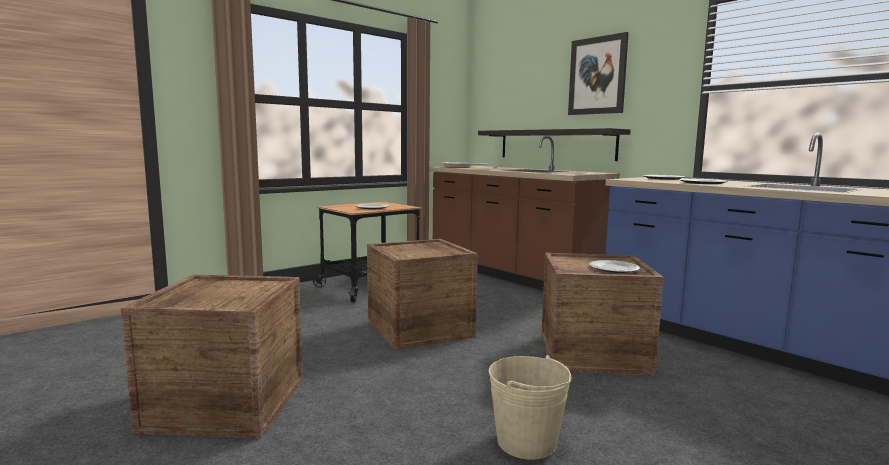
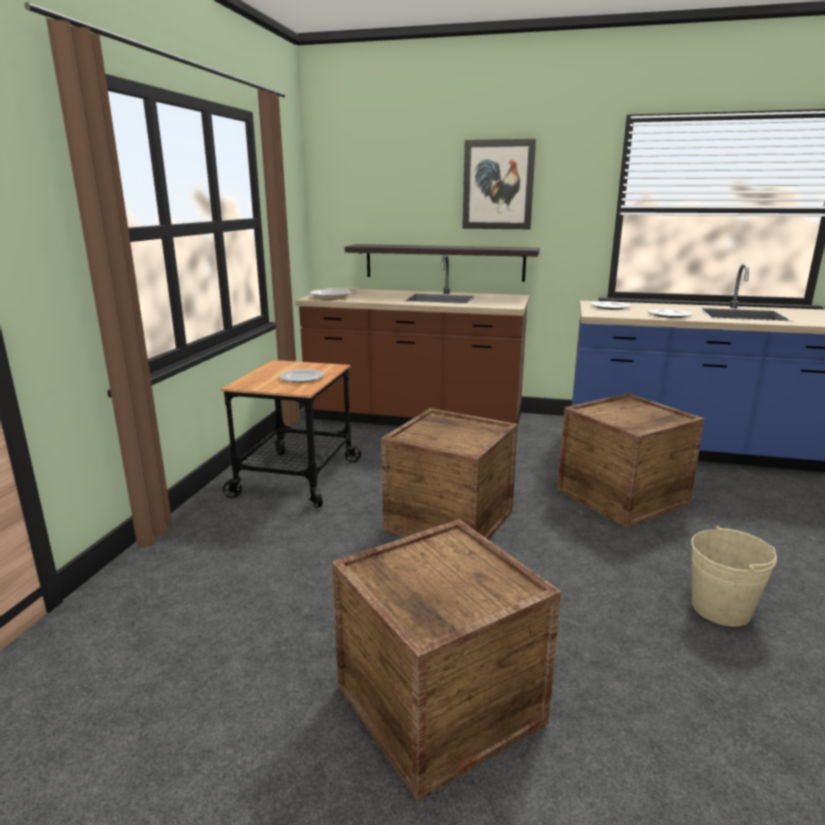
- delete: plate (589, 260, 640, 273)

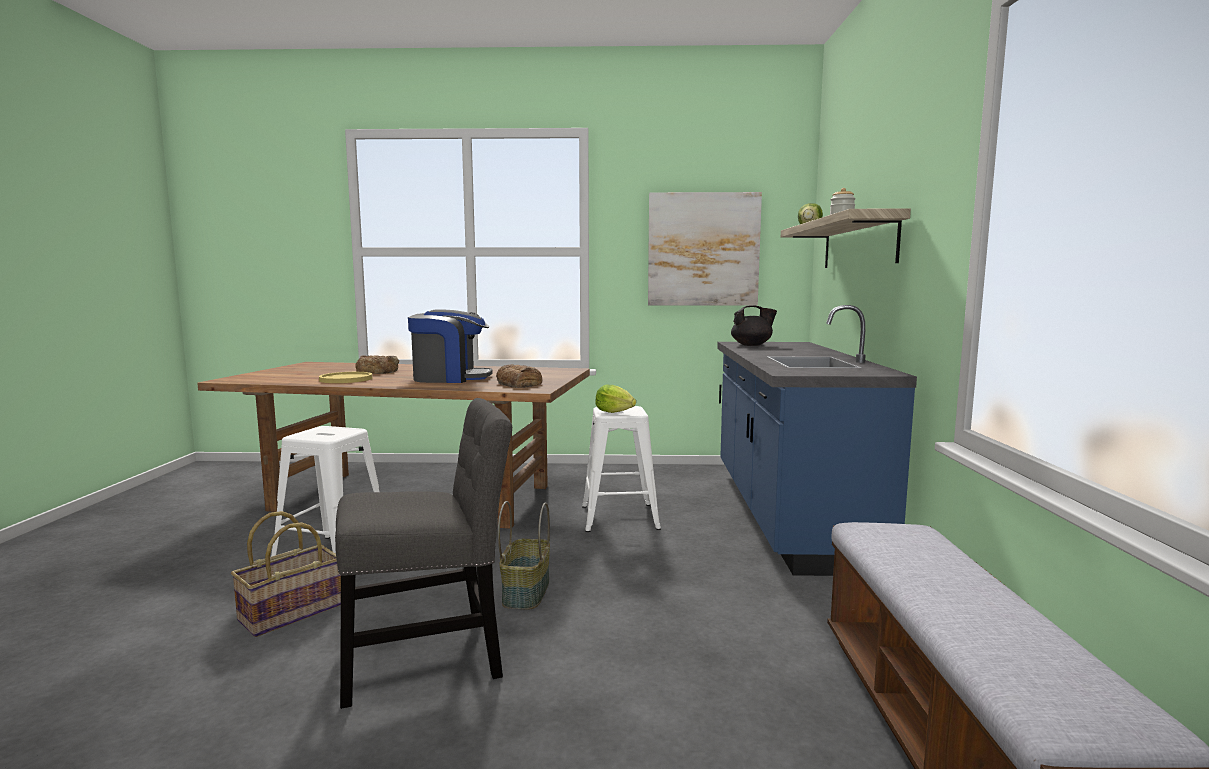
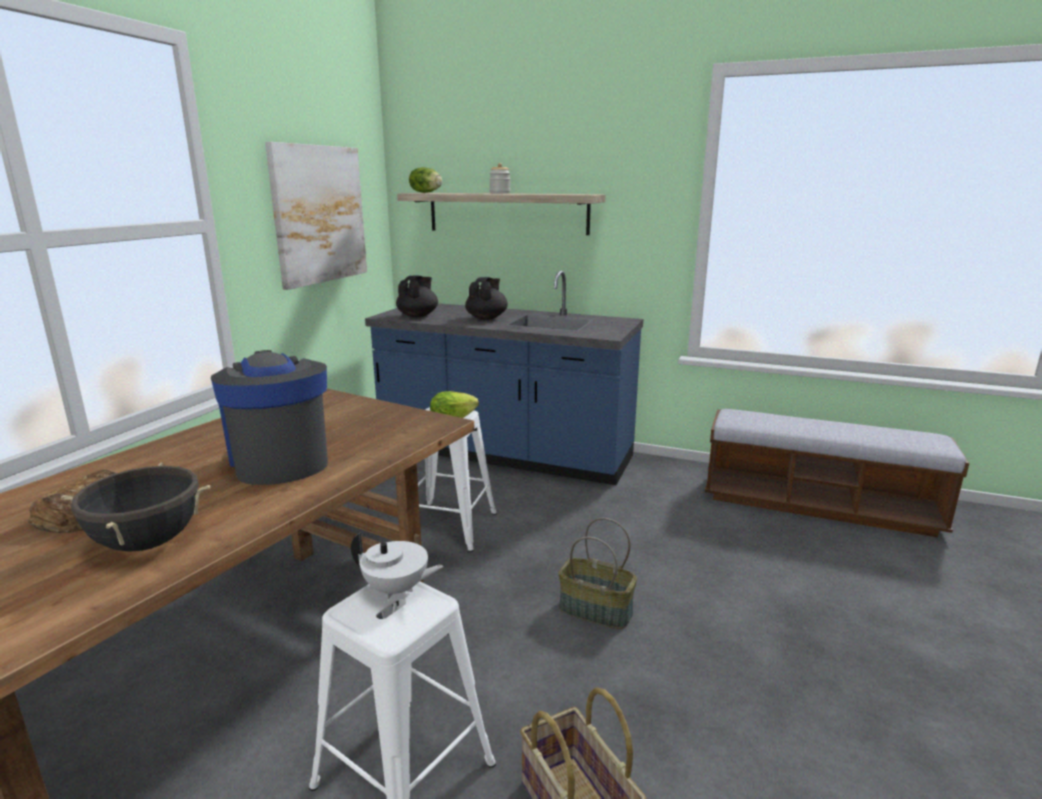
- rotate: coffee machine (408, 309, 493, 383) = (211, 350, 328, 485) 45 degrees counterclockwise
- delete: bread (496, 364, 542, 388)
- replace: yellow plate (319, 372, 372, 383) to black cooking pot (61, 462, 211, 551)
- delete: grey chair (335, 398, 512, 709)
- insert: black teapot (465, 277, 508, 320)
- insert: white teapot (351, 532, 443, 599)

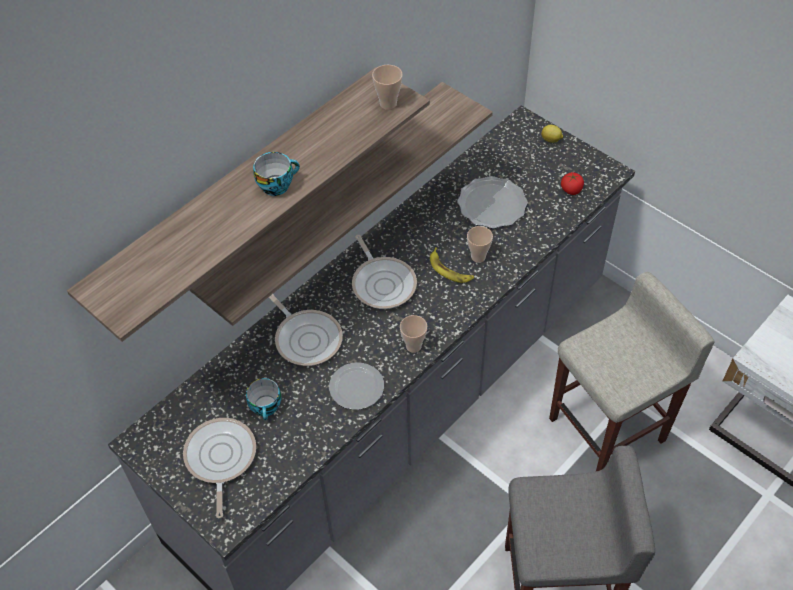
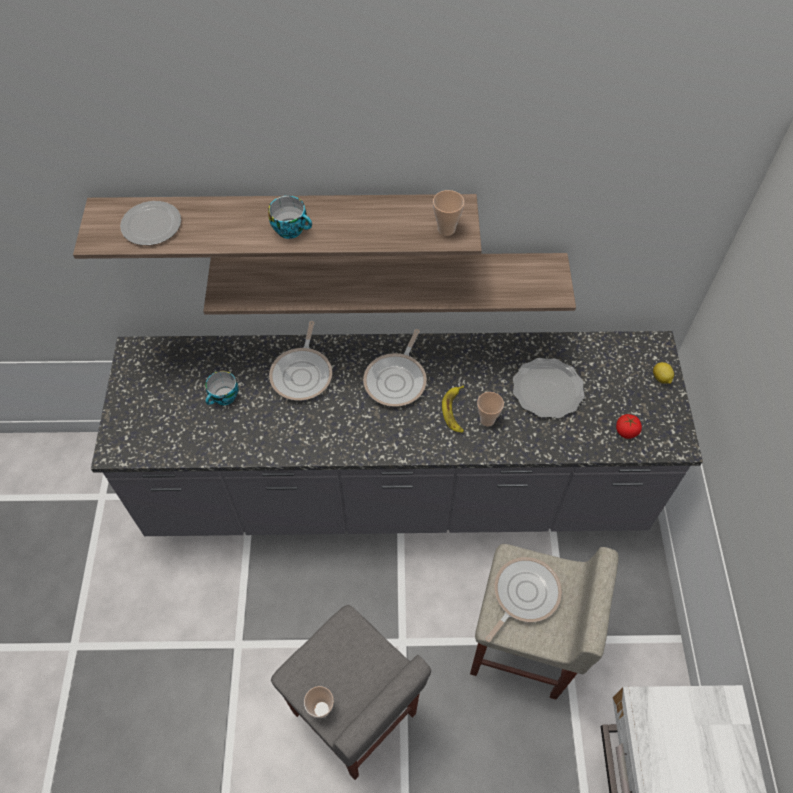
- move: cup (400, 315, 427, 353) to (304, 686, 334, 718)
- move: plate (329, 363, 384, 410) to (120, 201, 181, 245)
- move: frying pan (183, 418, 256, 519) to (485, 557, 562, 642)

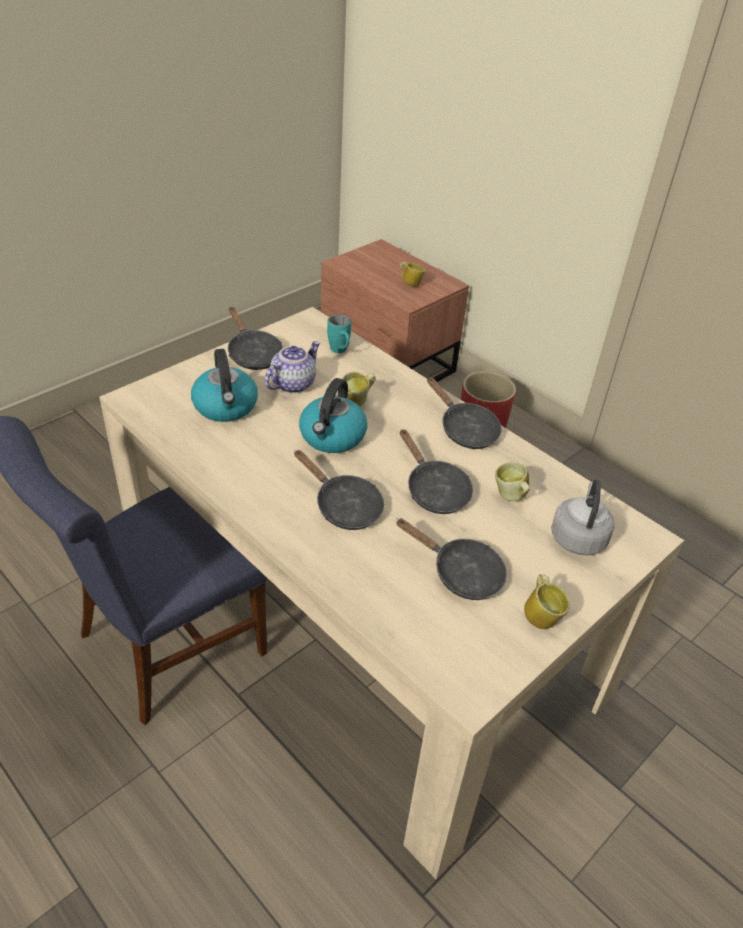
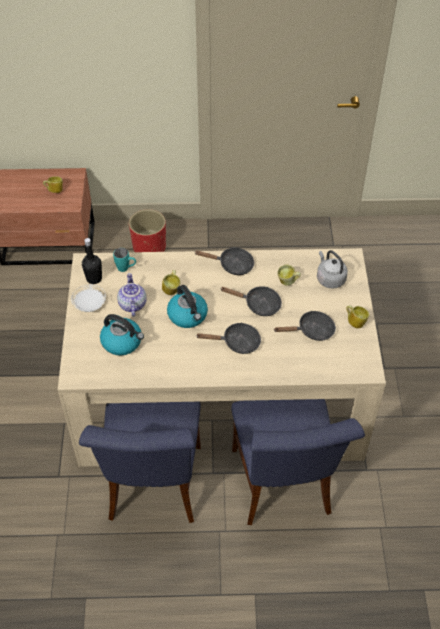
- replace: black frying pan (228, 307, 283, 370) to white plate (71, 284, 106, 312)
- insert: black bottle (82, 238, 102, 284)
- insert: blue chair (231, 399, 365, 525)

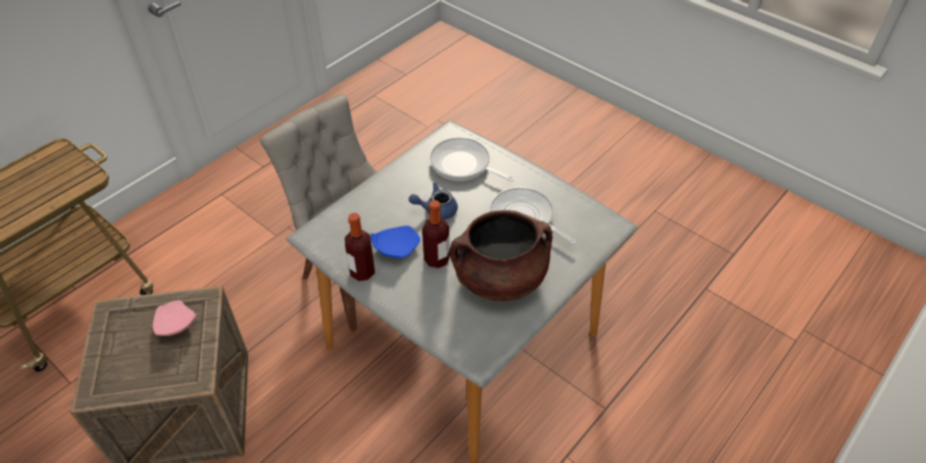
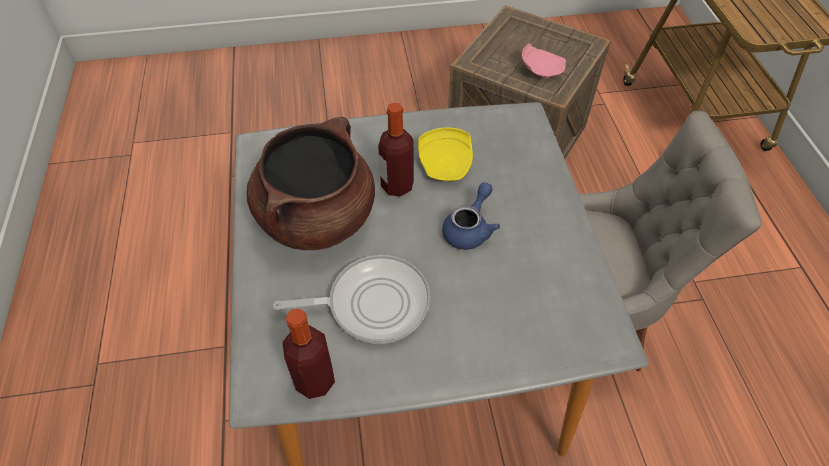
- delete: frying pan (430, 137, 514, 181)
- move: bottle (345, 213, 375, 281) to (283, 308, 335, 399)
- recolor: blue plate (370, 226, 420, 258) to yellow plate (418, 127, 473, 181)

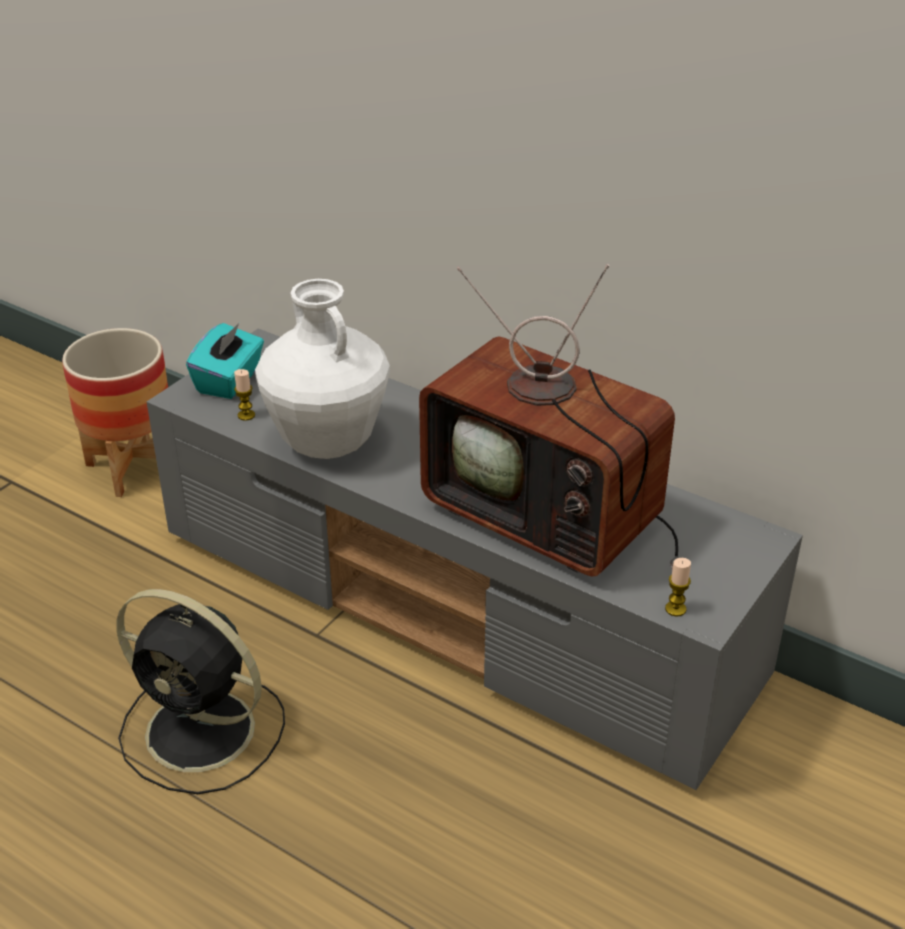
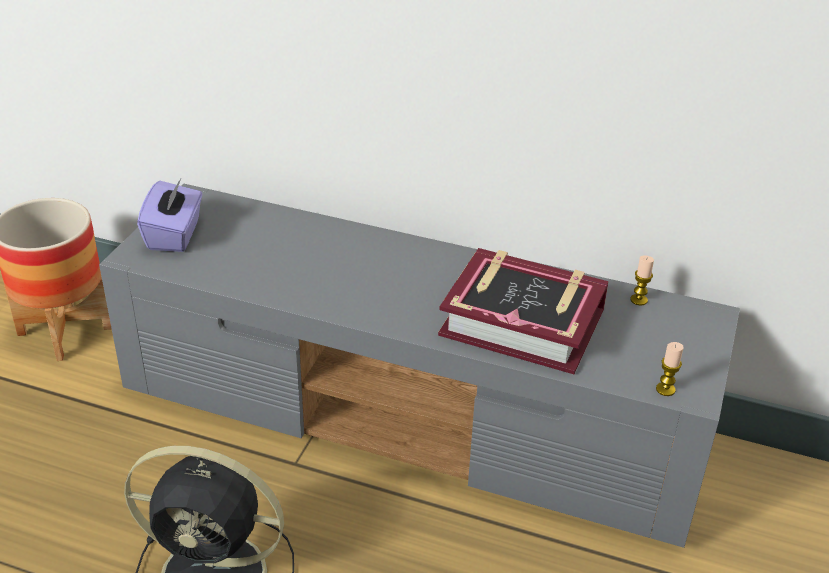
- replace: television (419, 264, 678, 577) to book (438, 248, 609, 374)
- delete: white vase (255, 279, 390, 459)
- recolor: turquoise tissue box (186, 322, 264, 399) to purple tissue box (137, 179, 203, 252)
- move: candle (234, 369, 255, 421) to (630, 255, 654, 306)

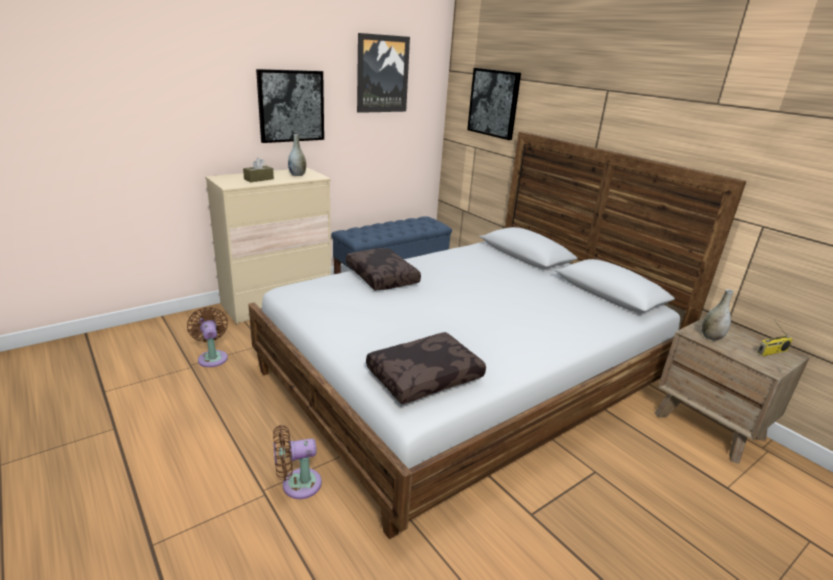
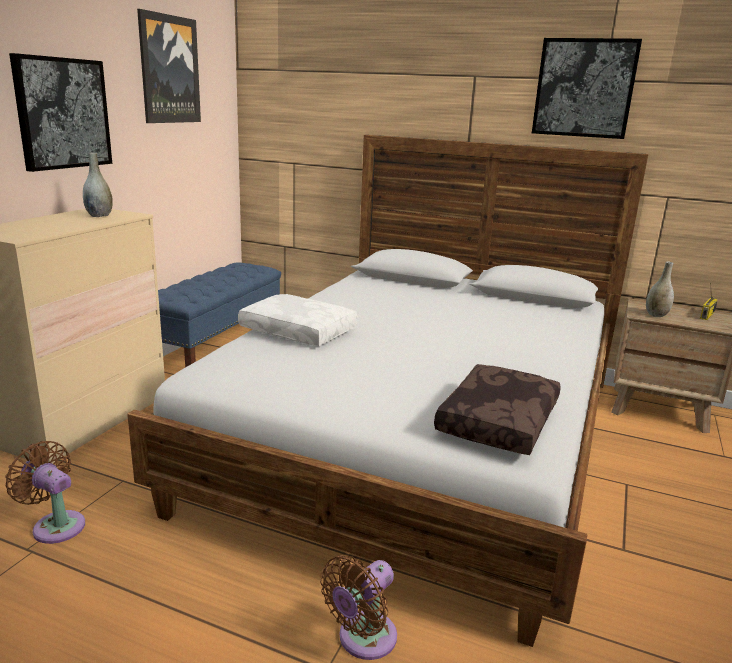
- move: picture (467, 68, 521, 140) to (532, 38, 642, 139)
- delete: brown tissue box (243, 157, 274, 182)
- recolor: brown pillow (346, 248, 421, 290) to white pillow (238, 294, 357, 346)

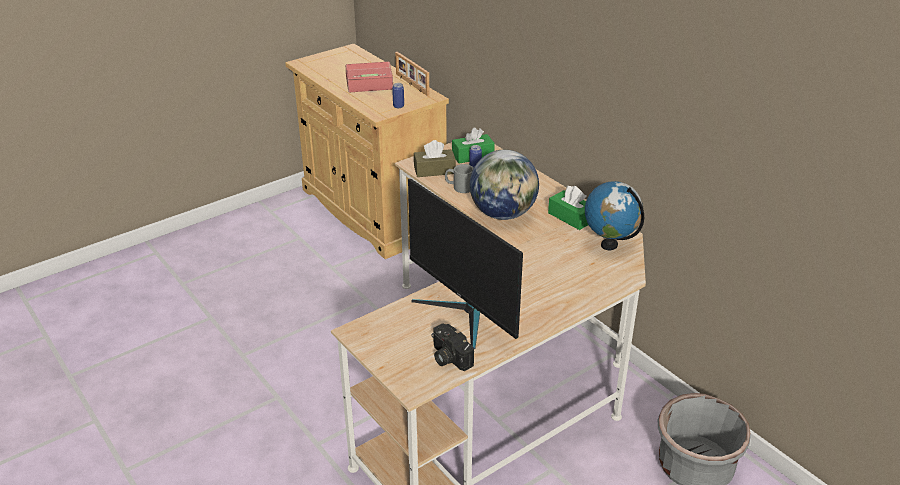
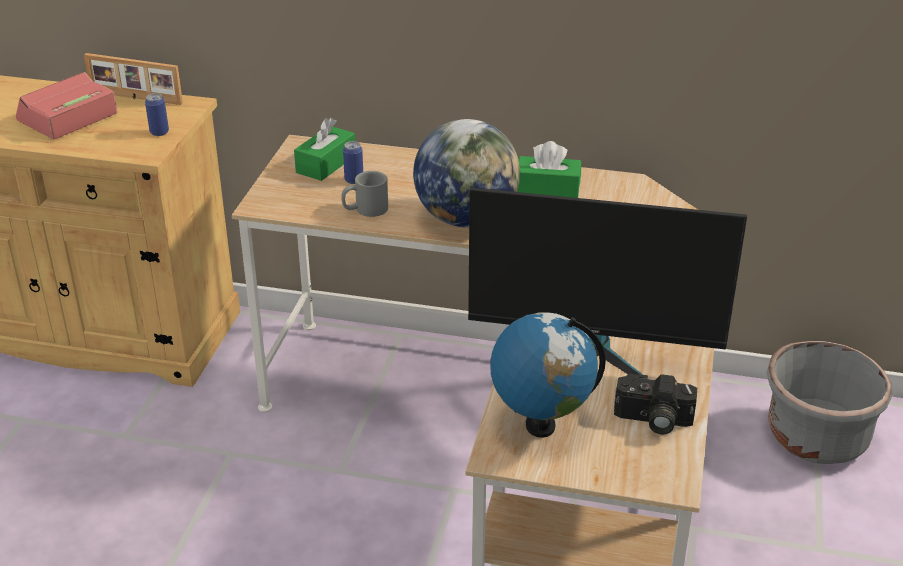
- delete: brown tissue box (414, 140, 456, 177)
- move: globe (585, 181, 644, 250) to (490, 312, 606, 438)

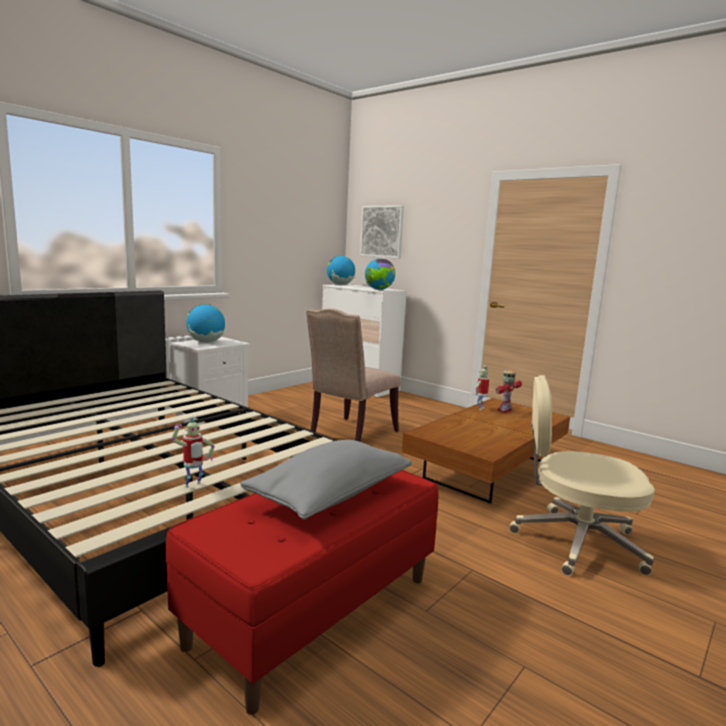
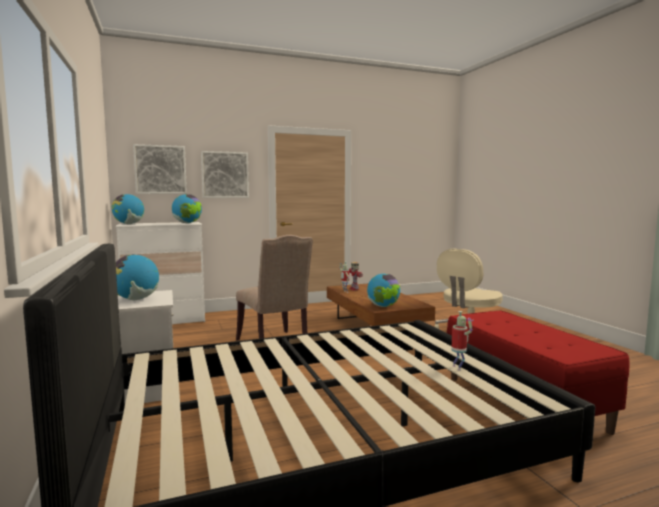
- delete: grey pillow (240, 440, 412, 520)
- insert: picture (201, 151, 249, 198)
- insert: globe (367, 274, 401, 307)

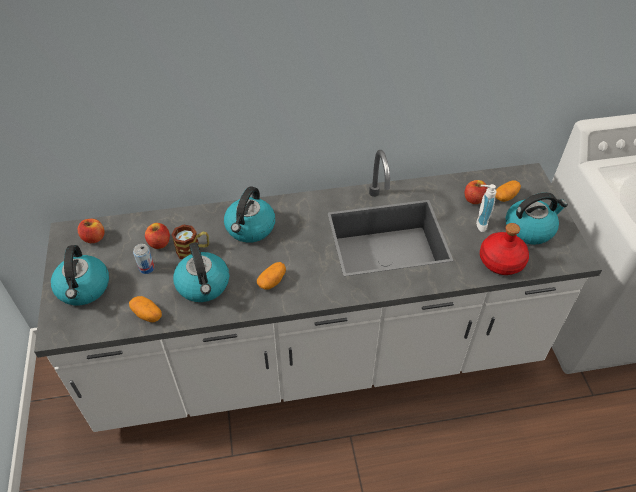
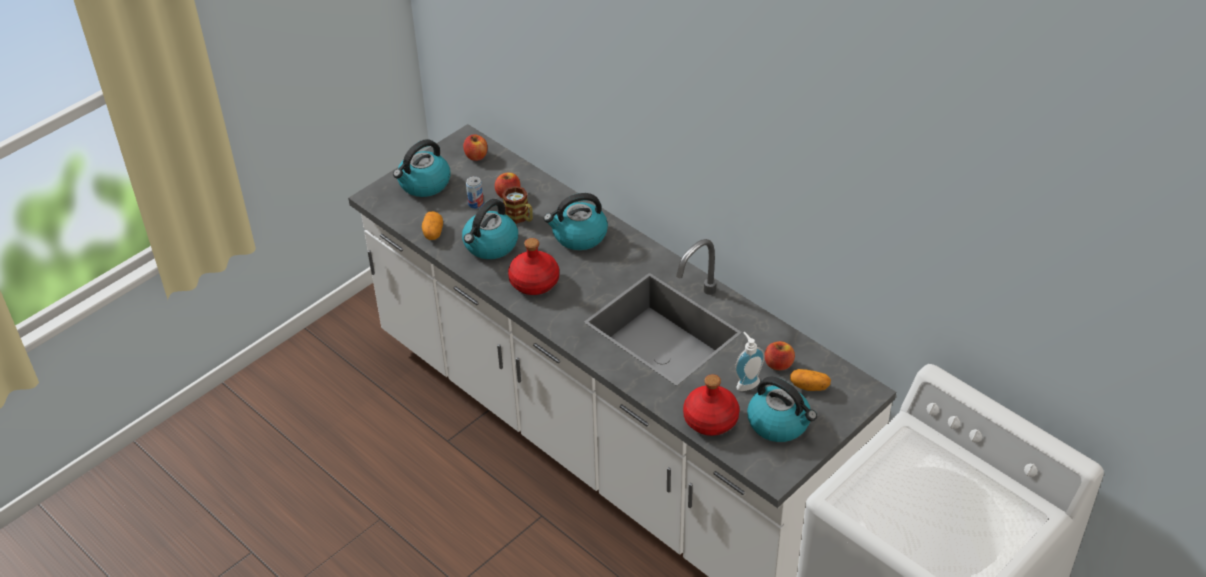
- replace: potato (257, 262, 286, 290) to red bottle (508, 238, 559, 295)

